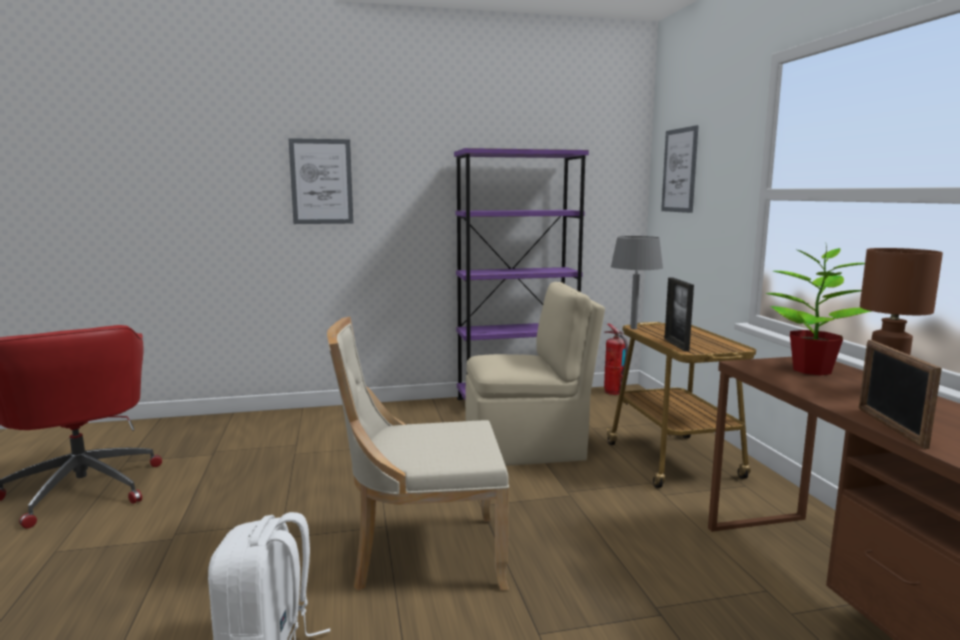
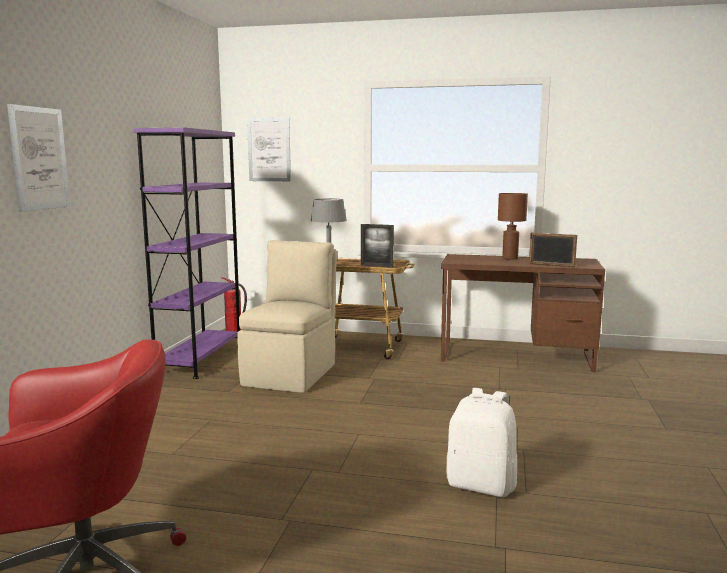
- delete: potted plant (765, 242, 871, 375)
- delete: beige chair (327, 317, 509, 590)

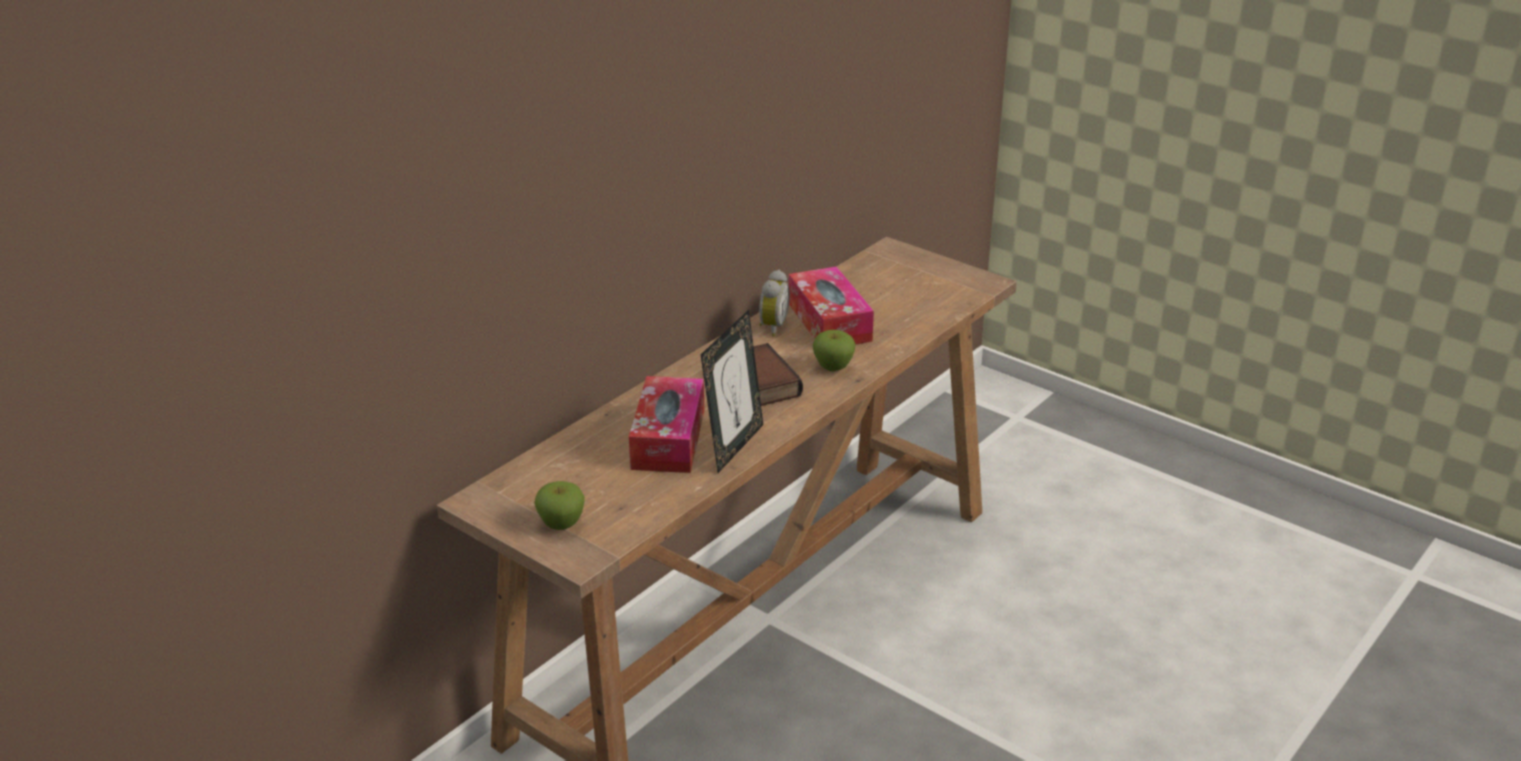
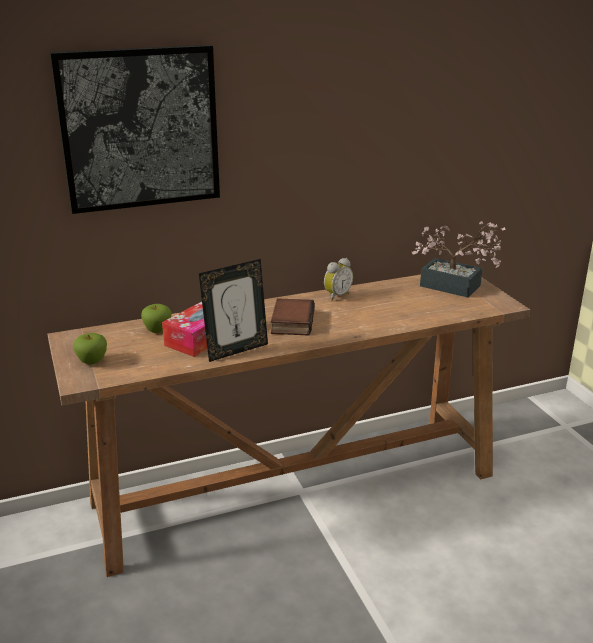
- delete: tissue box (789, 266, 874, 344)
- move: apple (813, 330, 856, 371) to (141, 304, 172, 333)
- insert: picture (50, 45, 220, 214)
- insert: potted plant (412, 221, 506, 298)

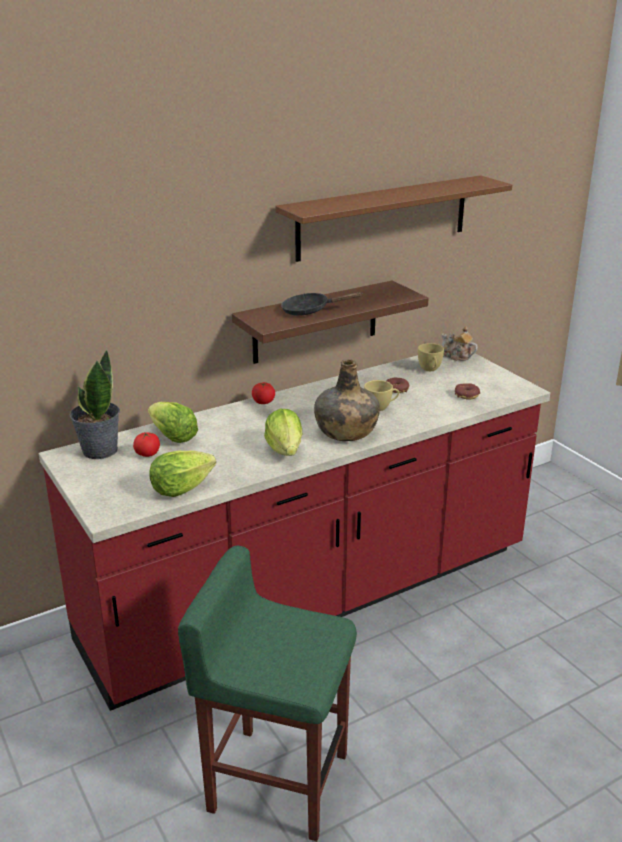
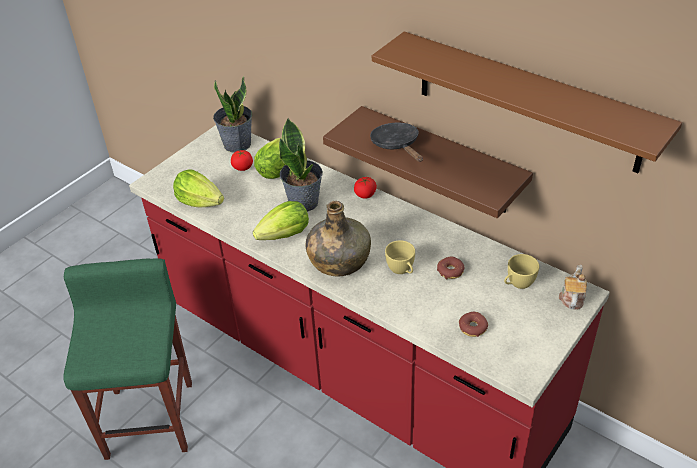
- insert: potted plant (279, 118, 323, 212)

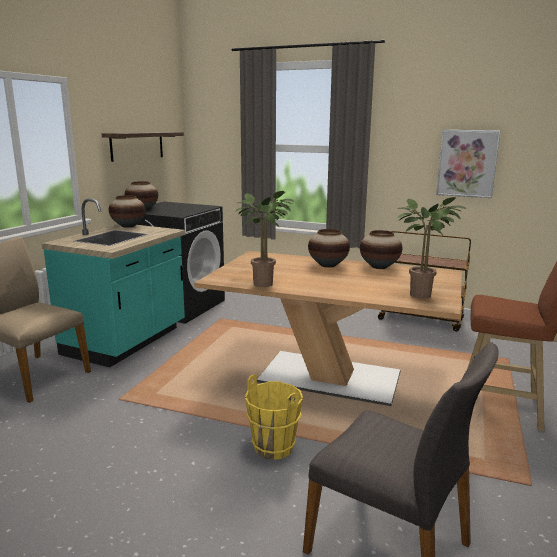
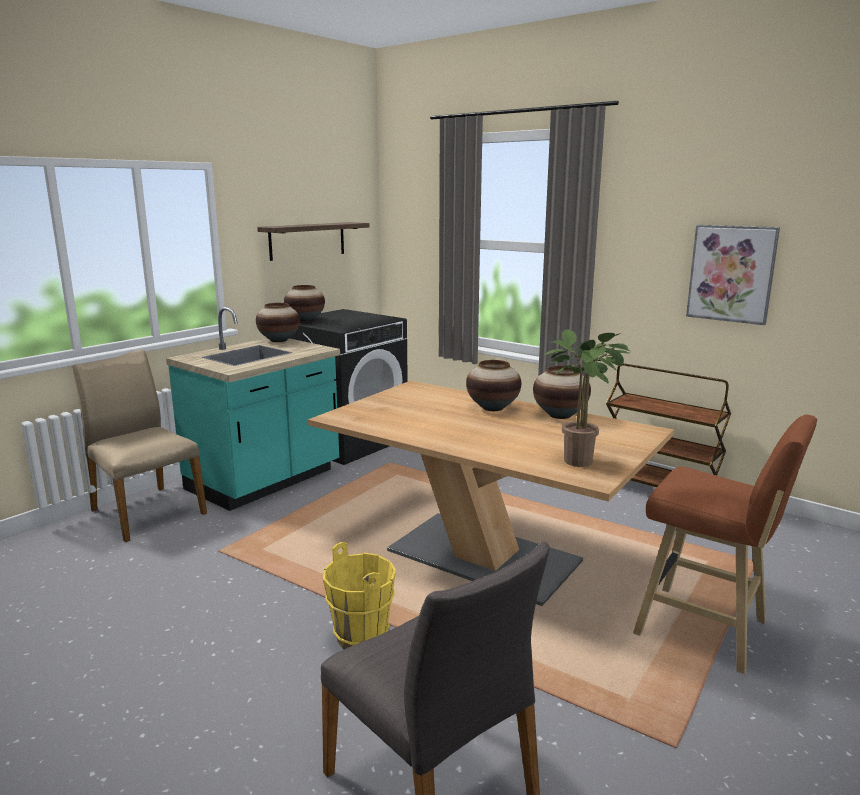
- delete: potted plant (235, 191, 294, 287)

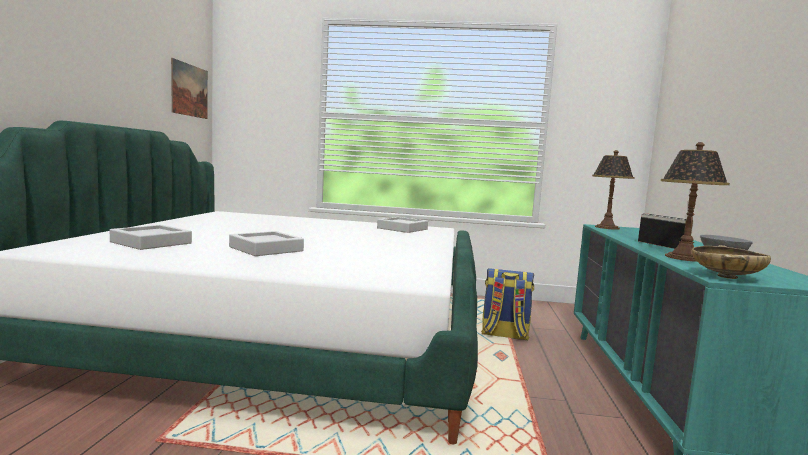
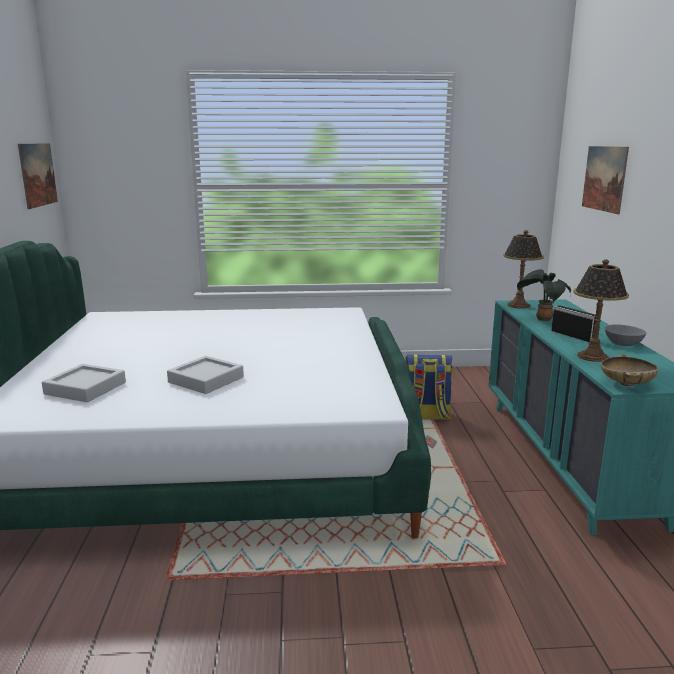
- delete: grey tray (377, 217, 428, 233)
- insert: picture (582, 146, 629, 214)
- insert: potted plant (517, 269, 571, 322)

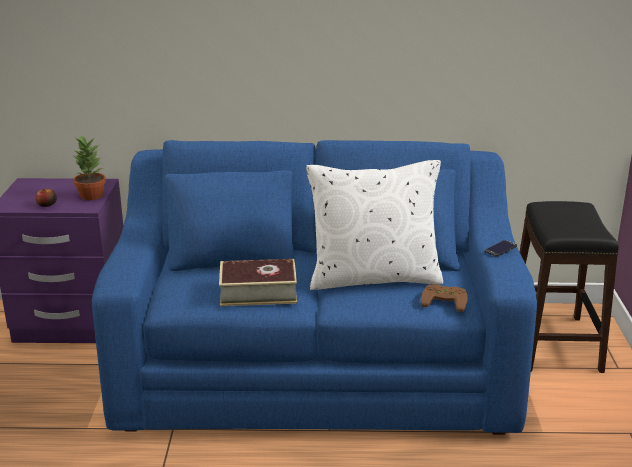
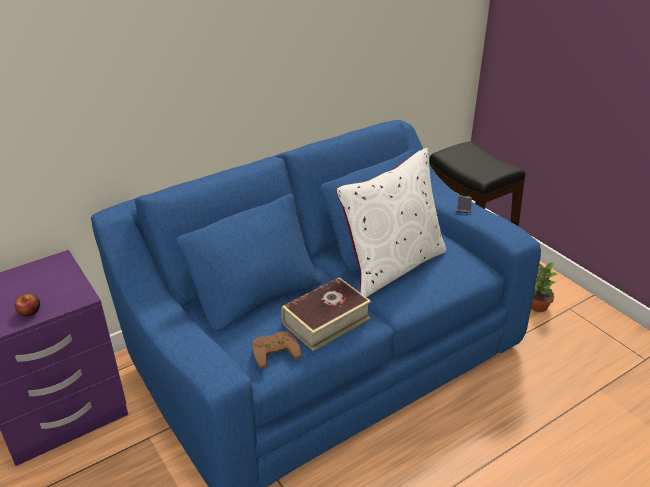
- move: potted plant (73, 135, 106, 200) to (531, 262, 557, 312)
- move: brown game controller (421, 284, 468, 312) to (252, 331, 301, 369)

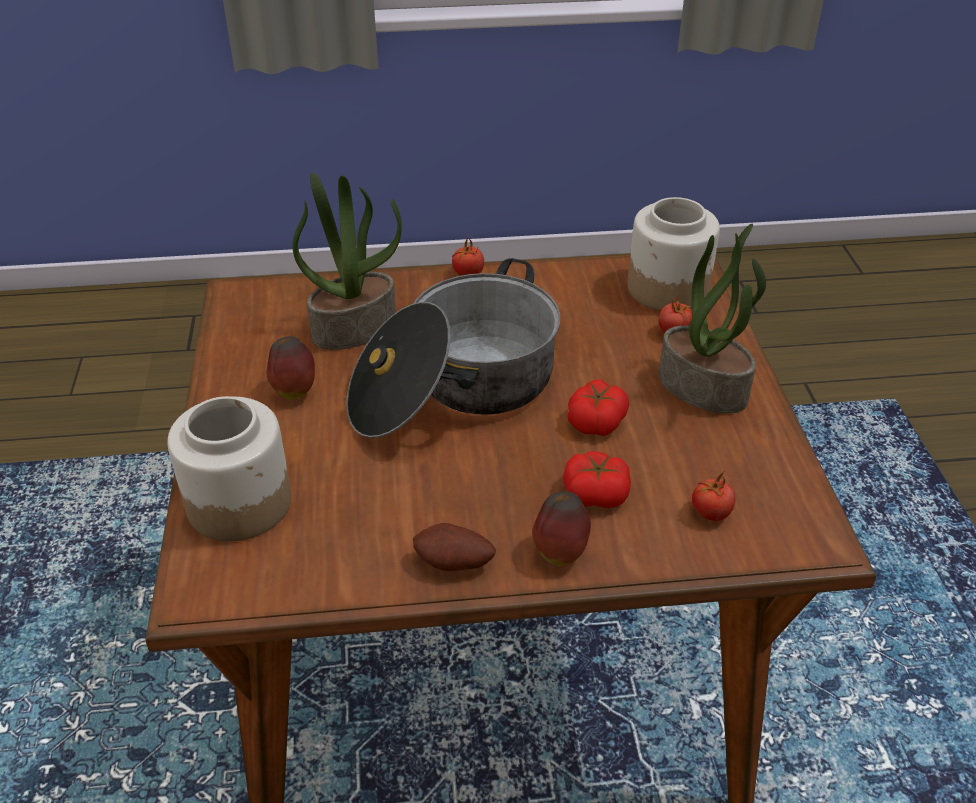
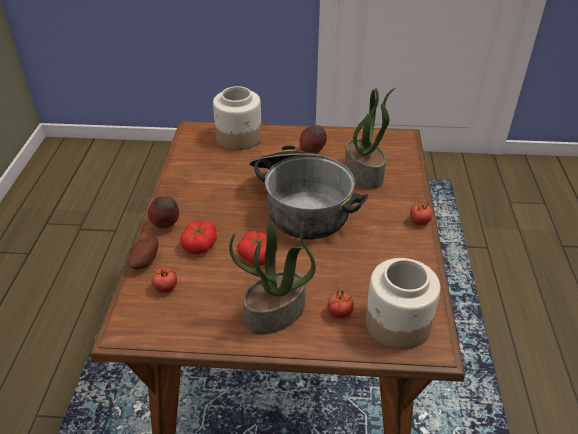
- move: potato (412, 523, 496, 571) to (128, 236, 158, 270)

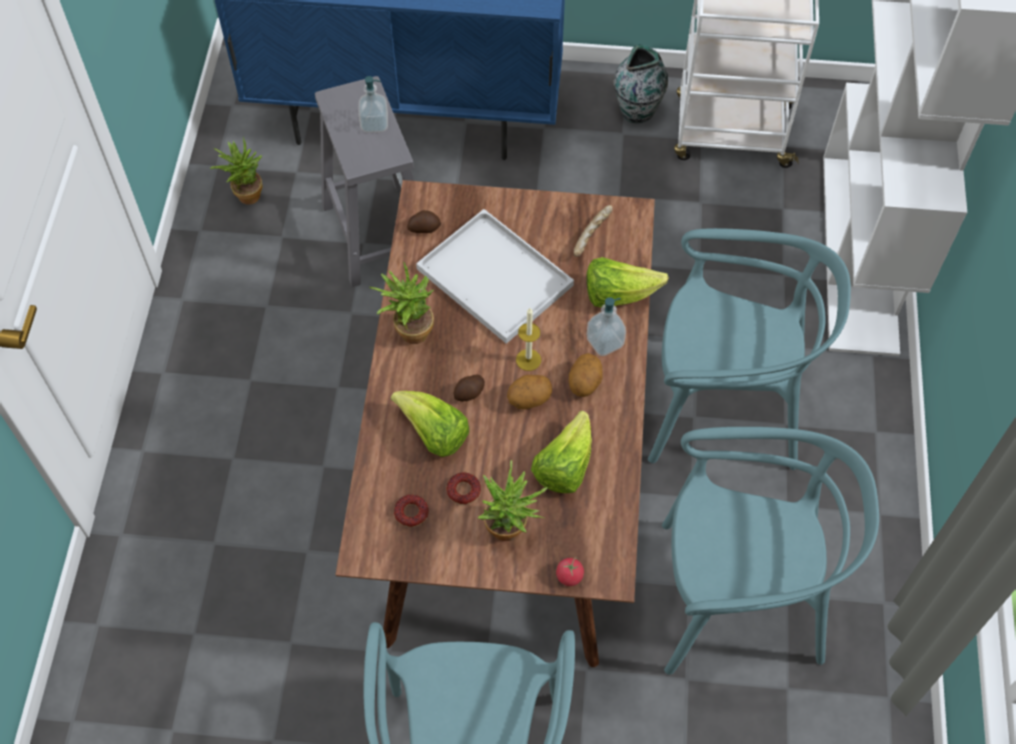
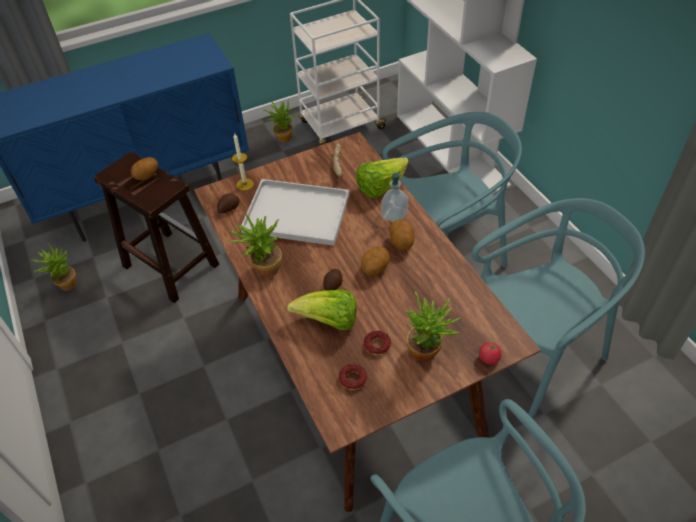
- replace: vase (614, 44, 668, 123) to potted plant (263, 101, 295, 143)
- recolor: grey stool (315, 76, 414, 287) to brown stool (94, 152, 219, 303)
- replace: soap dispenser (359, 76, 388, 133) to potato (131, 157, 158, 180)
- move: candle (516, 308, 541, 371) to (232, 134, 254, 191)
- delete: lettuce (531, 411, 592, 493)

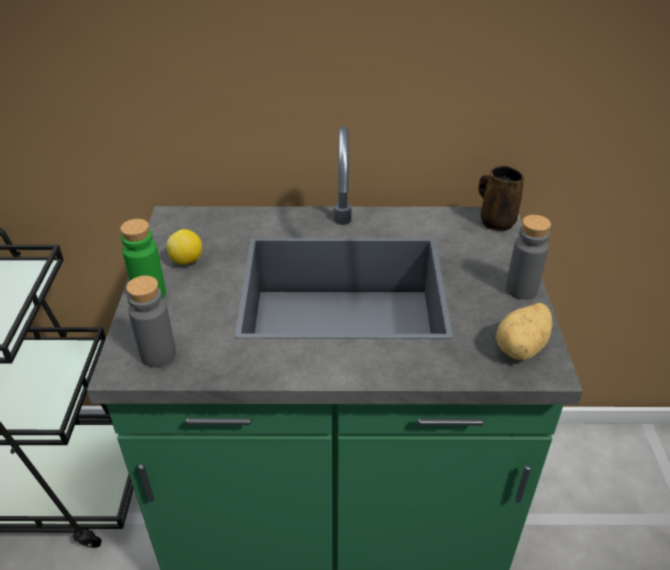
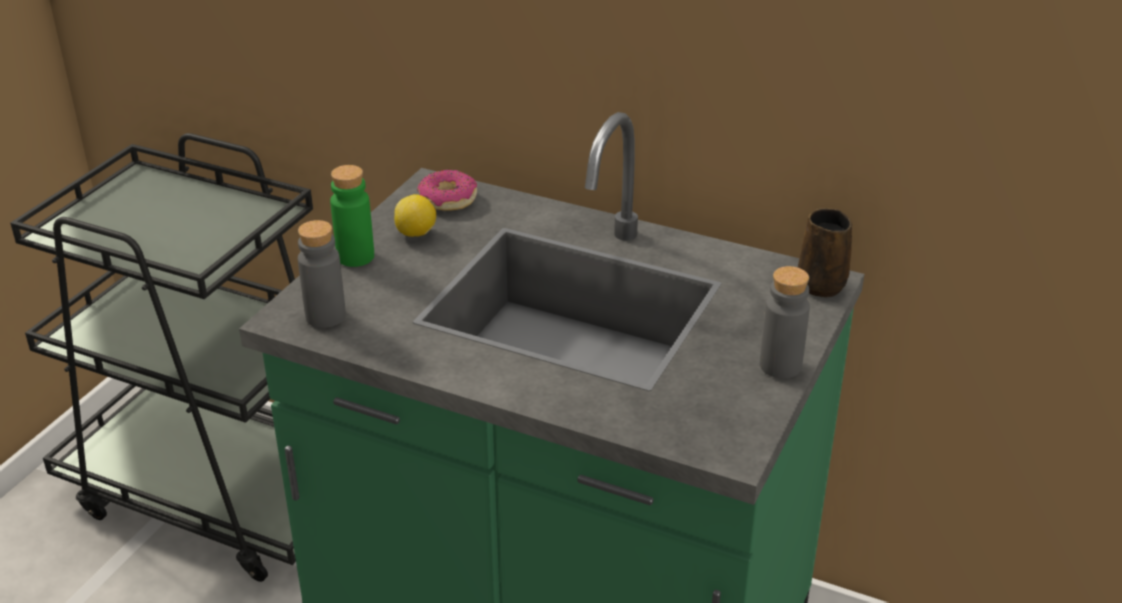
- delete: potato (496, 303, 553, 360)
- insert: donut (417, 170, 477, 211)

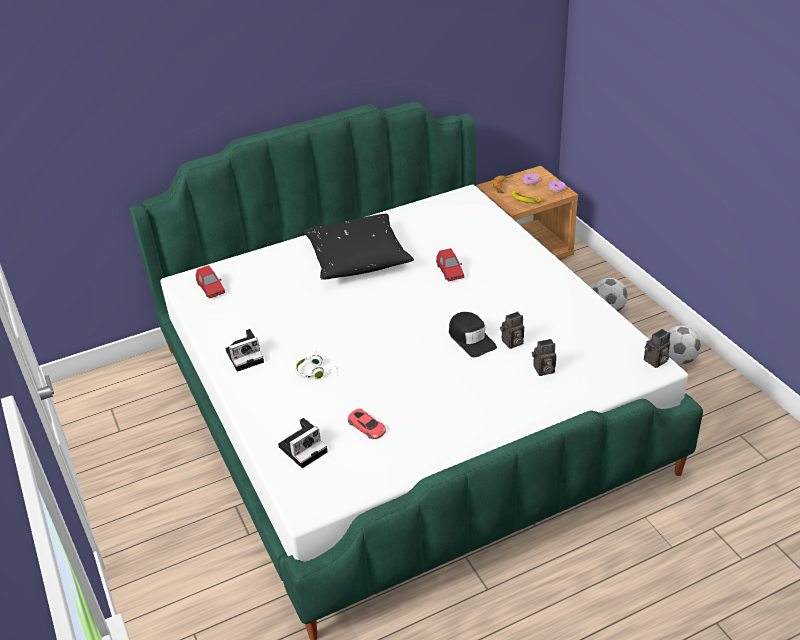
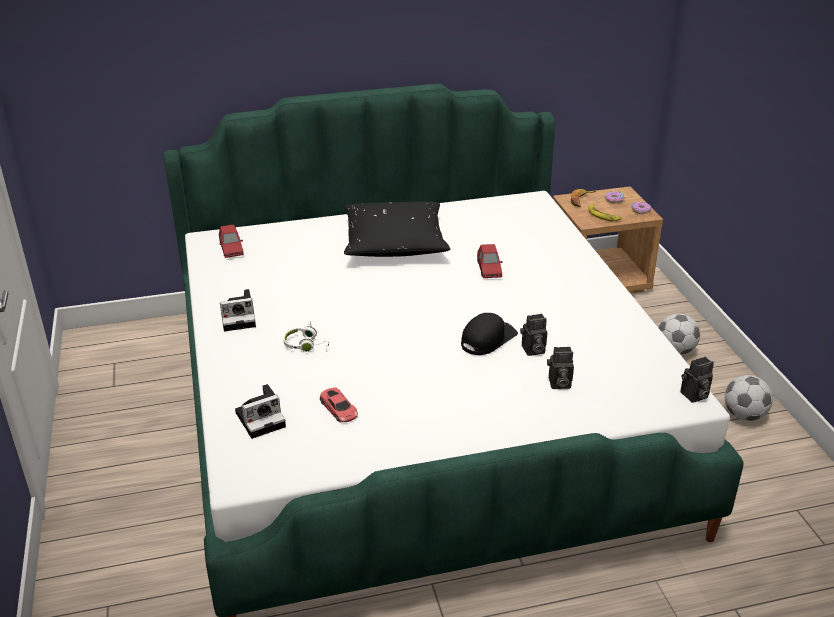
- rotate: black cap (449, 312, 497, 358) = (461, 313, 518, 355) 120 degrees counterclockwise

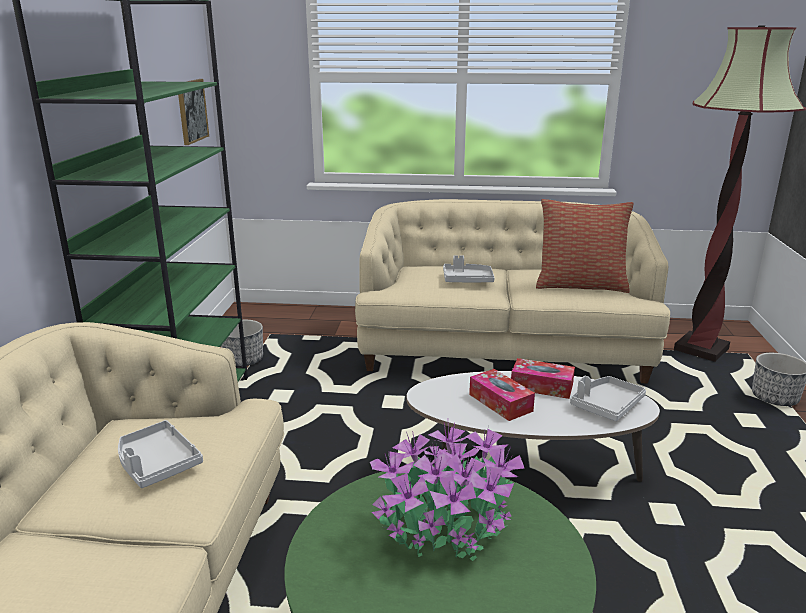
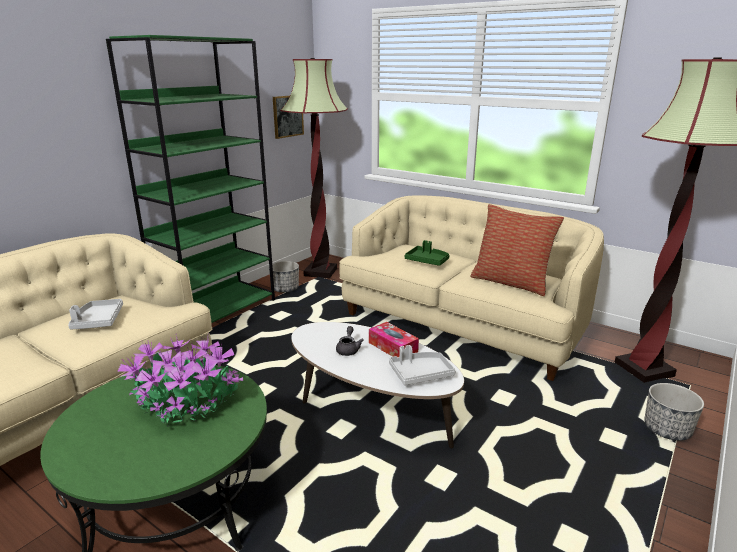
- recolor: grey tray (443, 255, 495, 282) to green tray (405, 240, 449, 266)
- replace: tissue box (469, 369, 535, 421) to grey teapot (336, 326, 364, 356)
- insert: floor lamp (280, 58, 348, 278)

